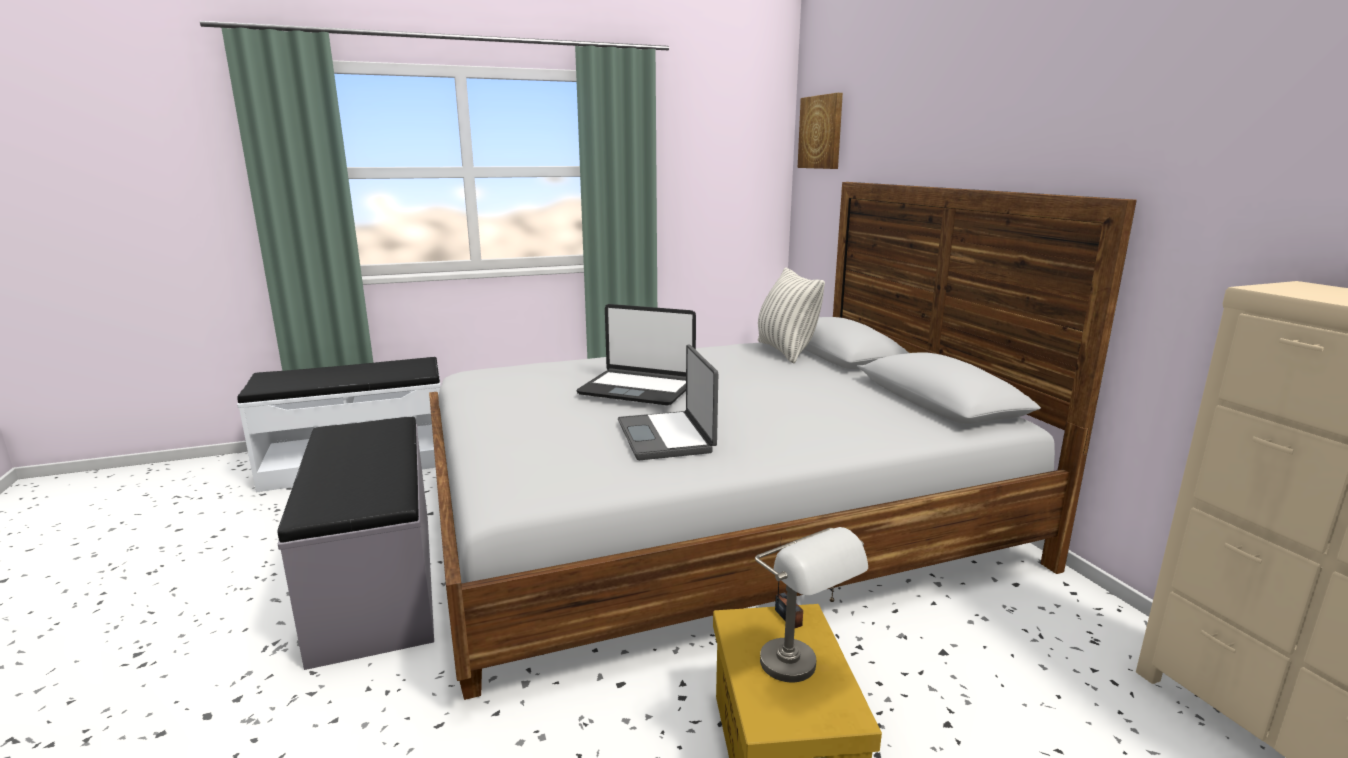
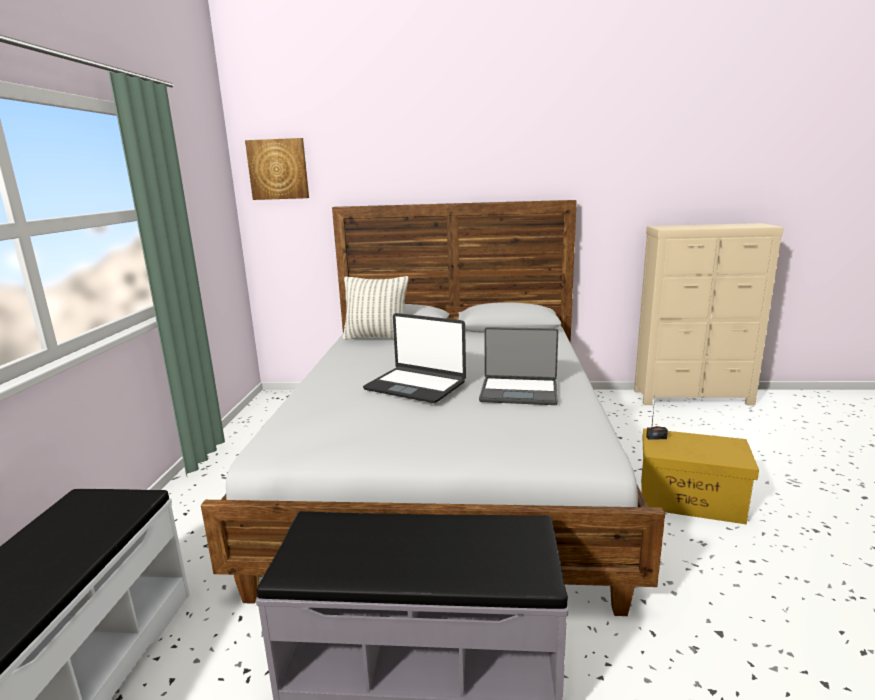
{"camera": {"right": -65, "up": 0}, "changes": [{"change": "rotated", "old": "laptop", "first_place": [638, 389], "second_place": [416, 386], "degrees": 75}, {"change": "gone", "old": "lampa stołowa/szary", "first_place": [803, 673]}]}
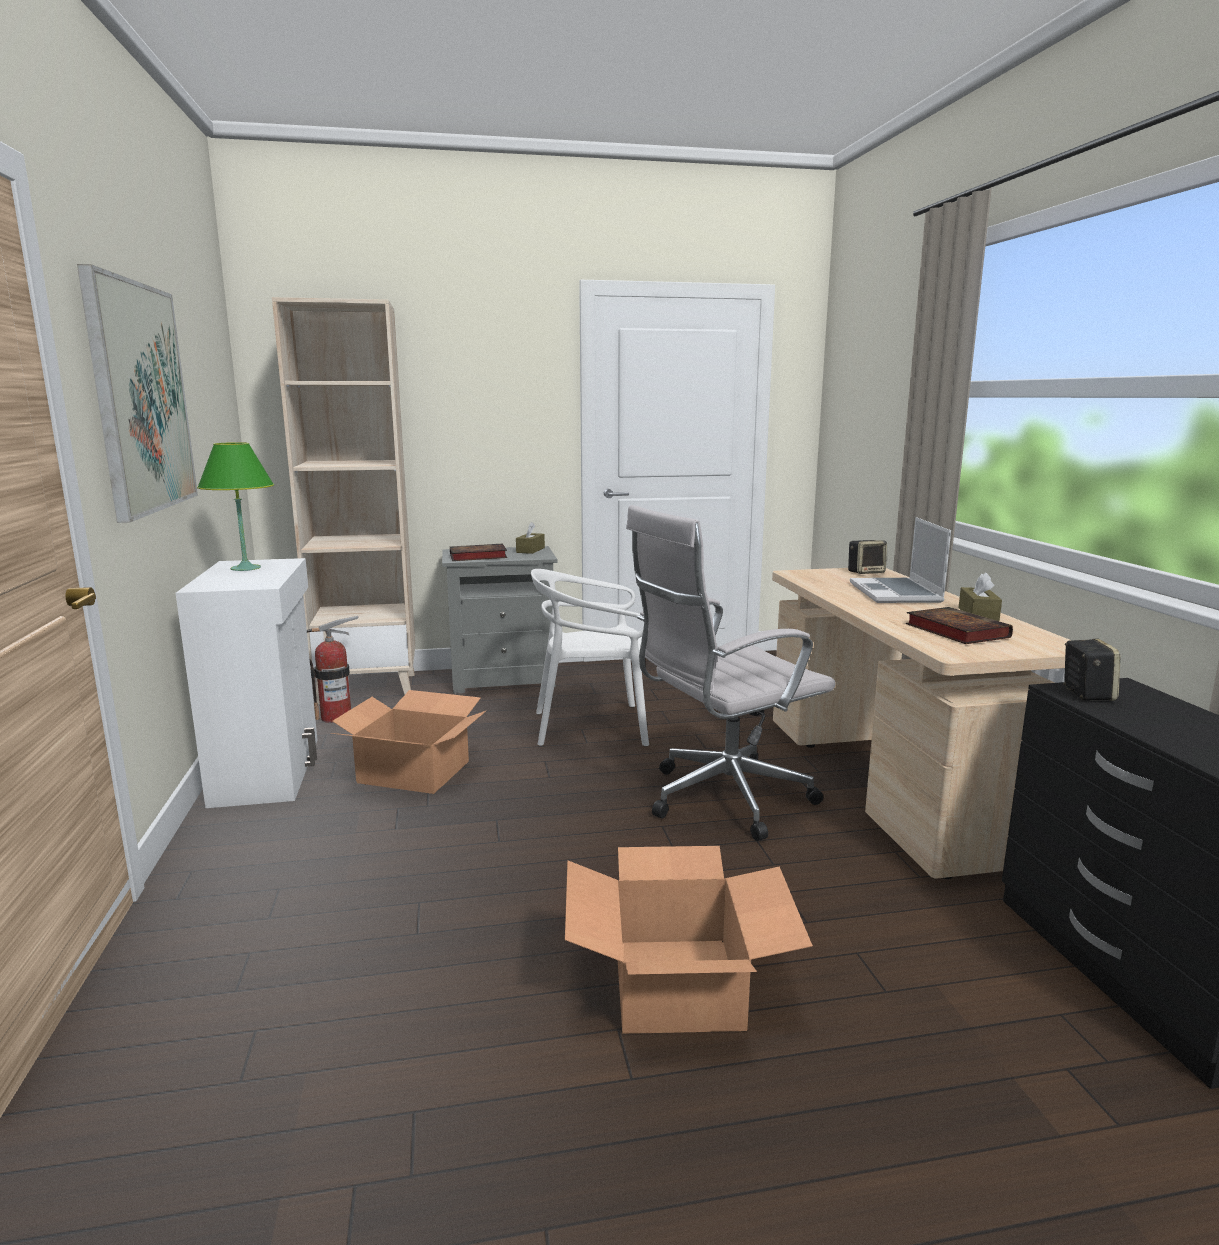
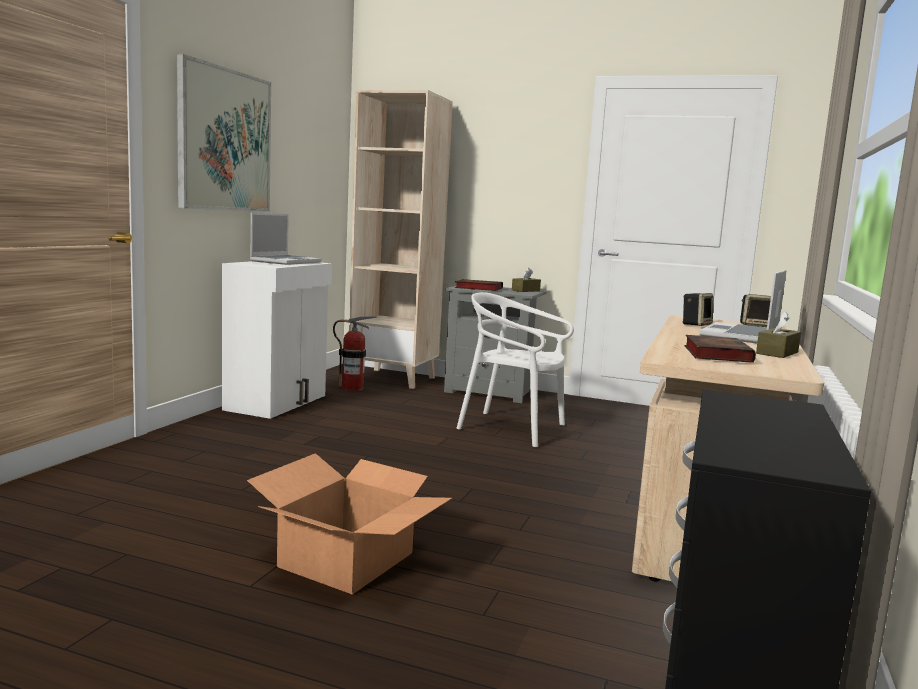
{"camera": {"right": 30, "up": -5}, "changes": [{"change": "swapped", "old": "lampa stołowa/zielony", "new": "laptop", "first_place": [245, 568], "second_place": [286, 261]}, {"change": "gone", "old": "krzesło biurowe/biały", "first_place": [721, 799]}, {"change": "shifted", "old": "głośnik", "first_place": [1085, 694], "second_place": [696, 324]}, {"change": "gone", "old": "karton", "first_place": [414, 771]}]}
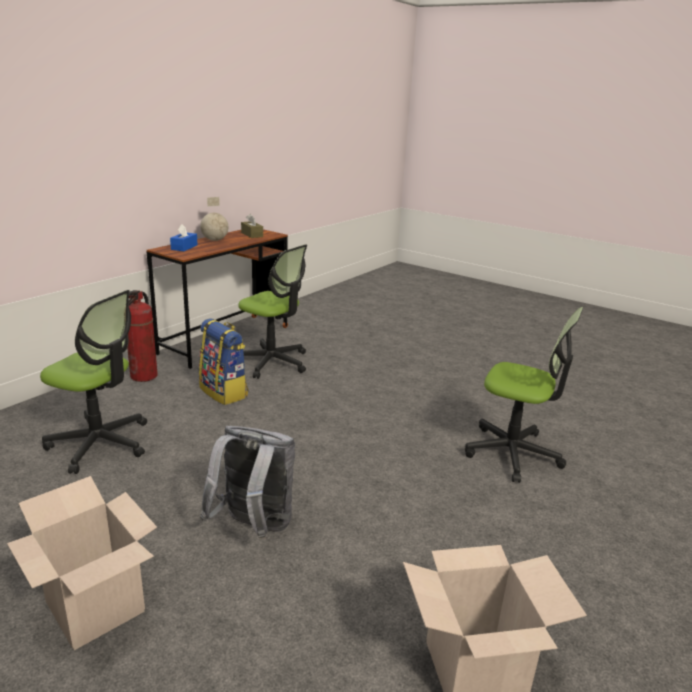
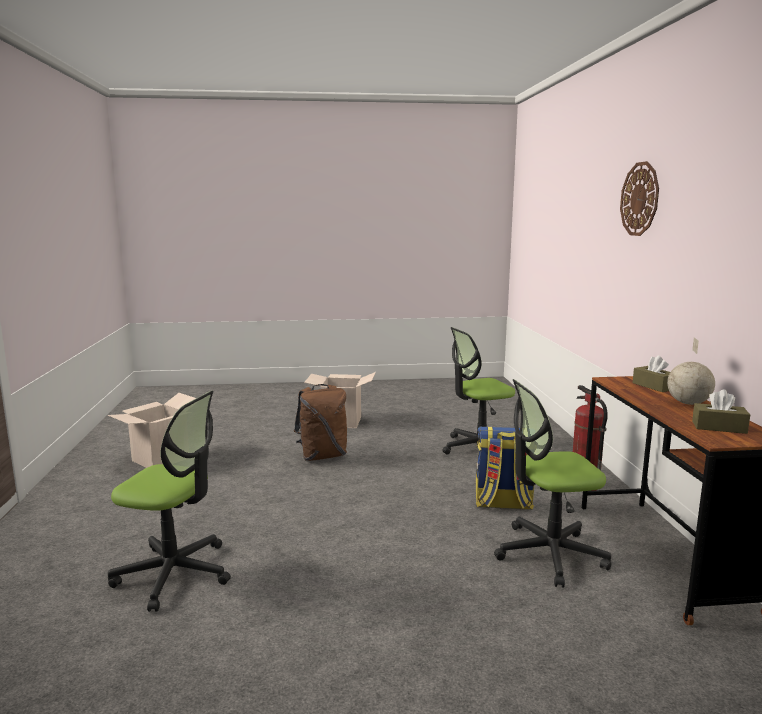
{"camera": {"right": 140, "up": -10}, "changes": [{"change": "repainted", "old": "pudełko chusteczek/niebieski", "new": "pudełko chusteczek/brązowy", "first_place": [184, 247], "second_place": [653, 386]}, {"change": "rotated", "old": "krzesło biurowe", "first_place": [512, 453], "second_place": [174, 573], "degrees": -150}, {"change": "repainted", "old": "plecak/szary", "new": "plecak/brązowy", "first_place": [253, 528], "second_place": [322, 456]}, {"change": "new", "new": "zegar ścienny", "second_place": [640, 199]}]}
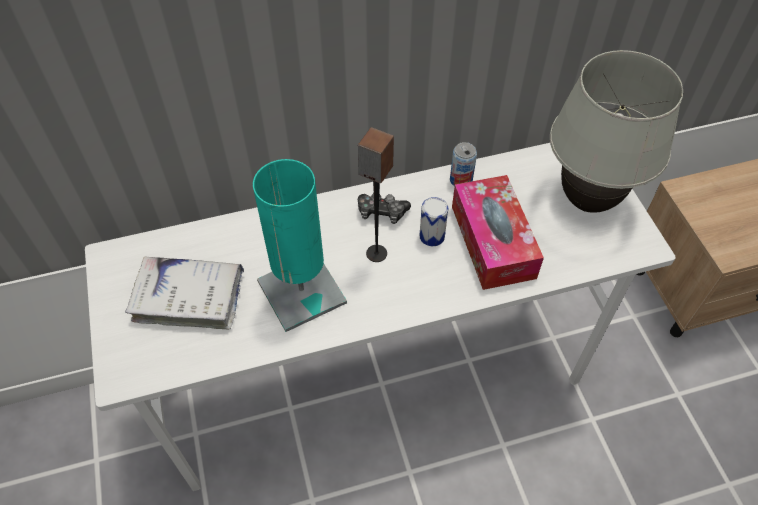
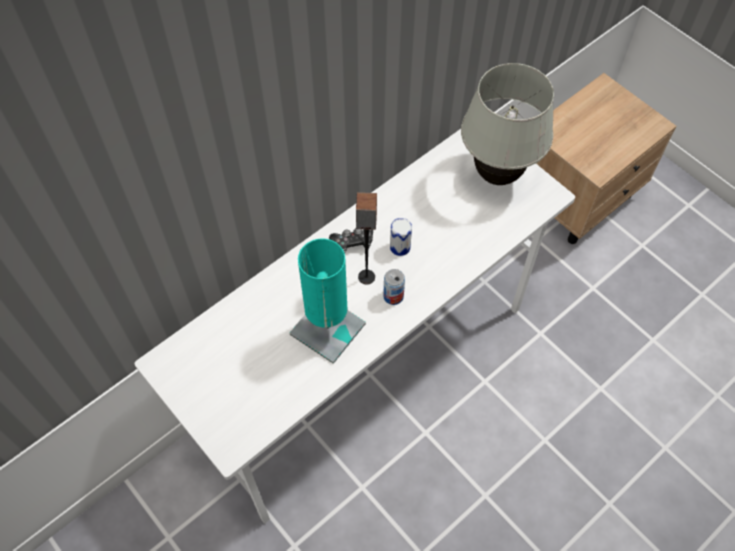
{"camera": {"right": -25, "up": 5}, "changes": [{"change": "shifted", "old": "puszka", "first_place": [461, 180], "second_place": [393, 296]}, {"change": "gone", "old": "pudełko chusteczek", "first_place": [492, 241]}, {"change": "gone", "old": "książka/biały", "first_place": [189, 298]}]}
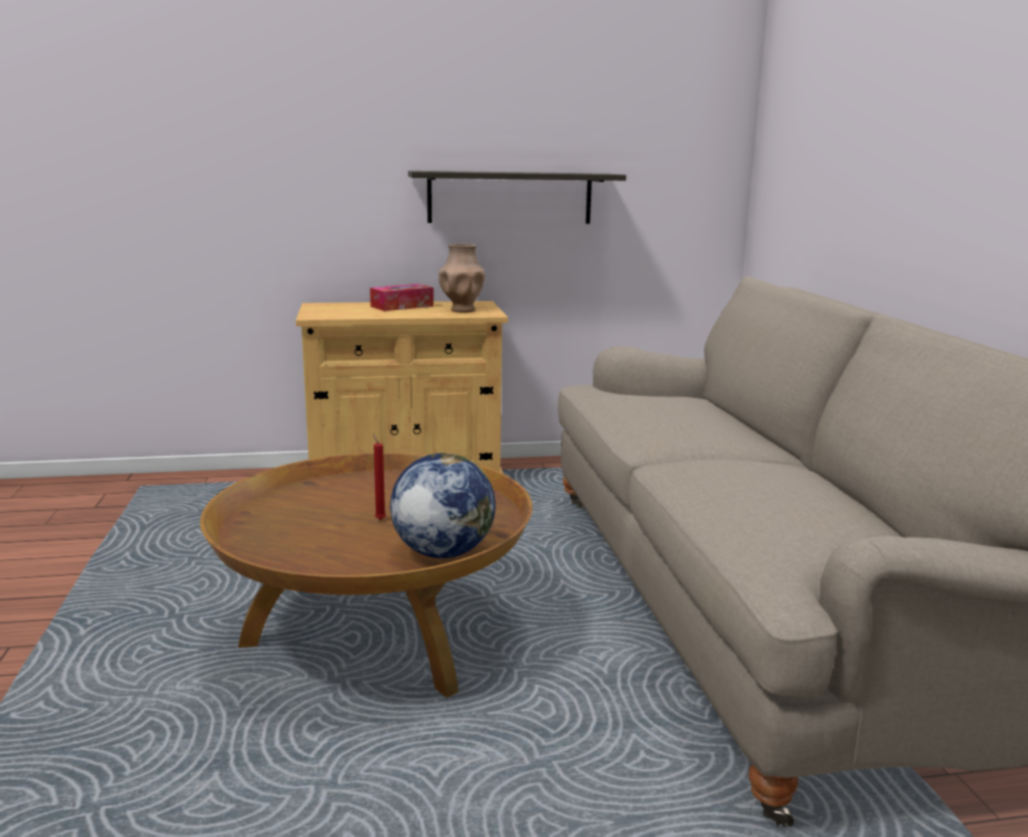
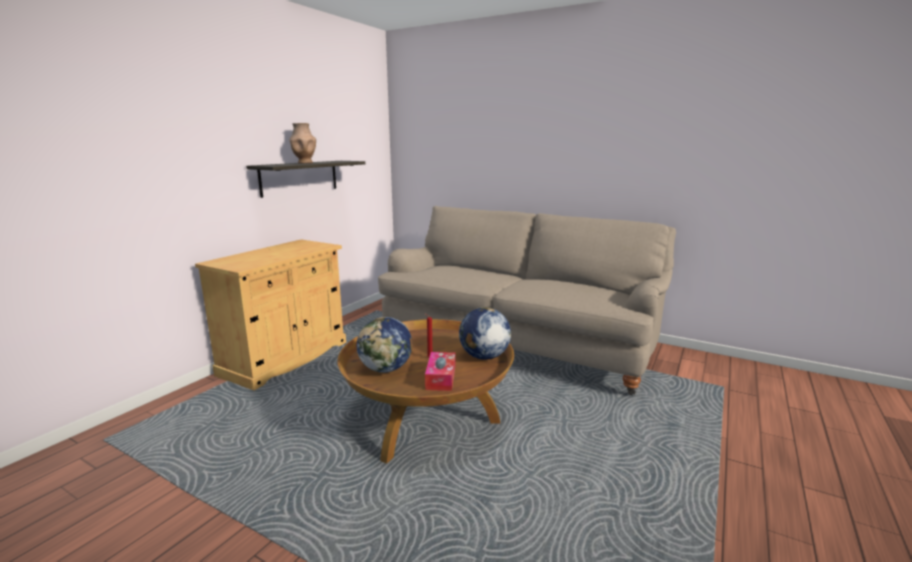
{"camera": {"right": -50, "up": 0}, "changes": [{"change": "shifted", "old": "wazon/brązowy", "first_place": [462, 310], "second_place": [304, 163]}, {"change": "shifted", "old": "pudełko chusteczek", "first_place": [402, 306], "second_place": [441, 378]}, {"change": "new", "new": "globus", "second_place": [386, 369]}]}
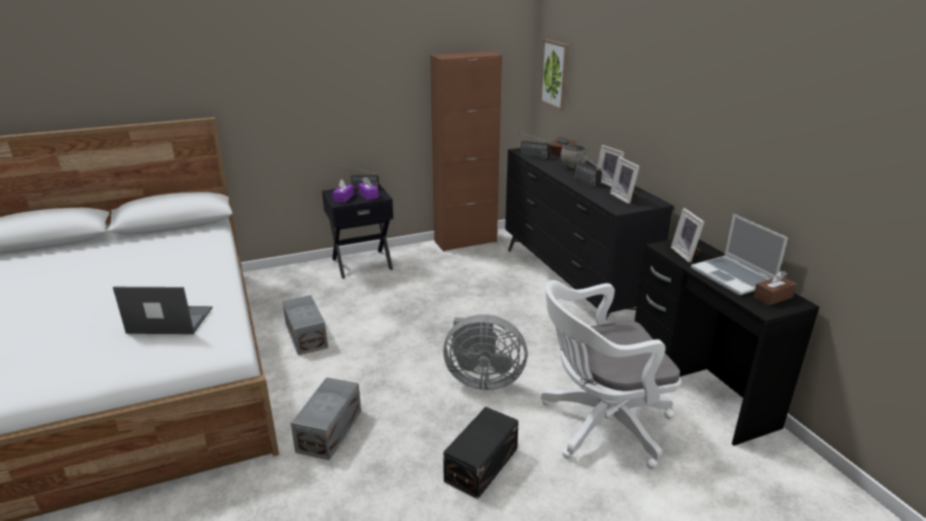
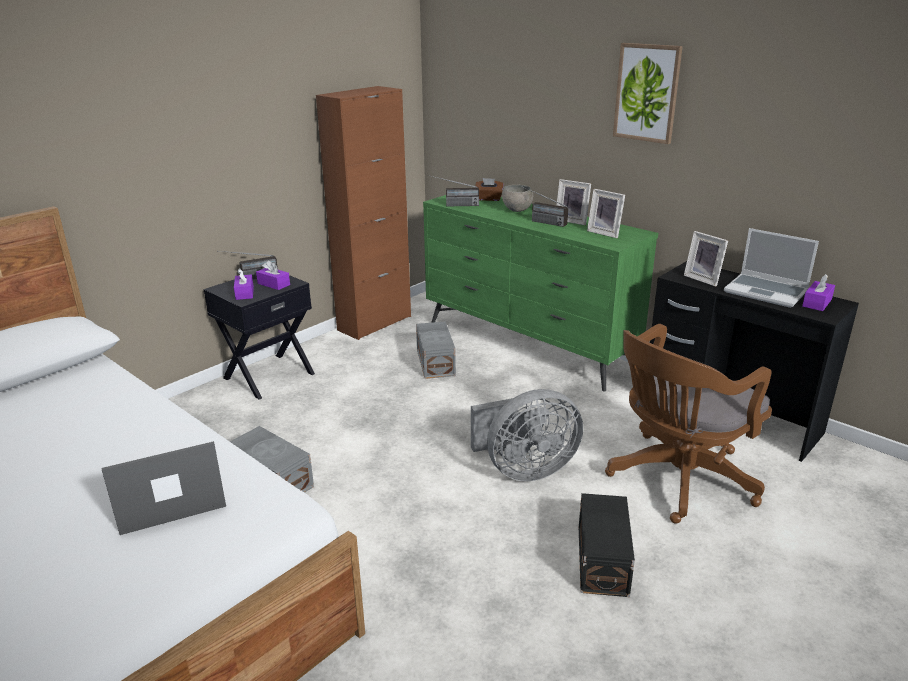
{"camera": {"right": -25, "up": 0}, "changes": [{"change": "shifted", "old": "obraz", "first_place": [555, 74], "second_place": [647, 93]}, {"change": "repainted", "old": "komoda/czarny", "new": "komoda/zielony", "first_place": [570, 284], "second_place": [527, 345]}, {"change": "repainted", "old": "pudełko chusteczek/brązowy", "new": "pudełko chusteczek/fioletowy", "first_place": [773, 297], "second_place": [817, 303]}, {"change": "repainted", "old": "krzesło biurowe/biały", "new": "krzesło biurowe/brązowy", "first_place": [599, 425], "second_place": [676, 480]}, {"change": "shifted", "old": "pojemnik do przechowywania/szary", "first_place": [331, 430], "second_place": [436, 362]}]}
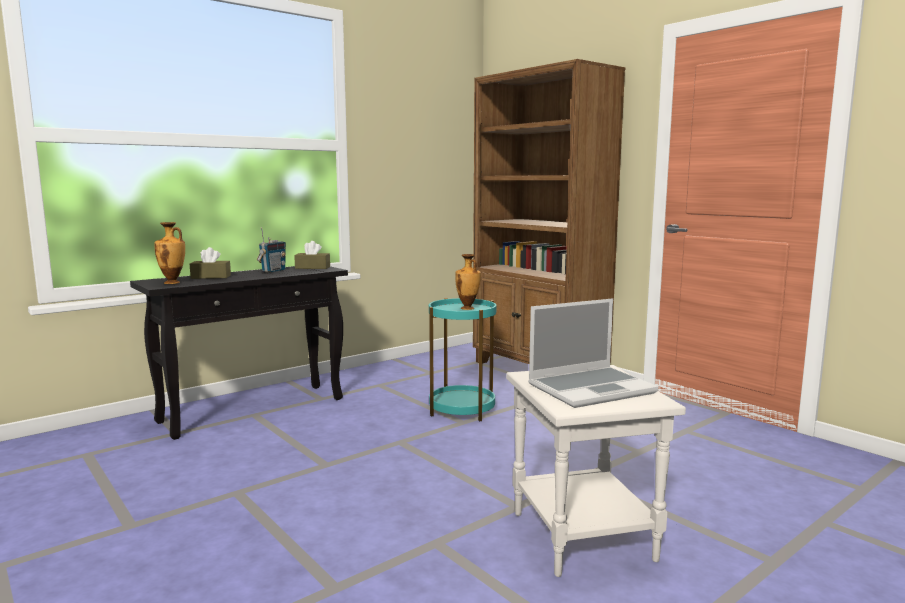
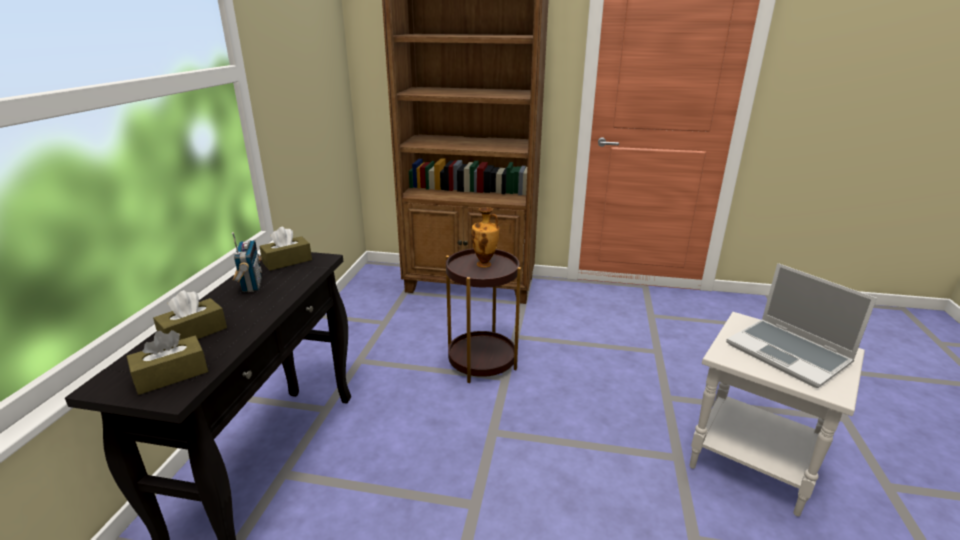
{"camera": {"right": -40, "up": 15}, "changes": [{"change": "swapped", "old": "wazon", "new": "pudełko chusteczek/brązowy", "first_place": [173, 283], "second_place": [171, 375]}, {"change": "repainted", "old": "stolik/turkusowy", "new": "stolik/brązowy", "first_place": [462, 409], "second_place": [482, 361]}, {"change": "rotated", "old": "laptop", "first_place": [591, 388], "second_place": [789, 354], "degrees": 120}]}
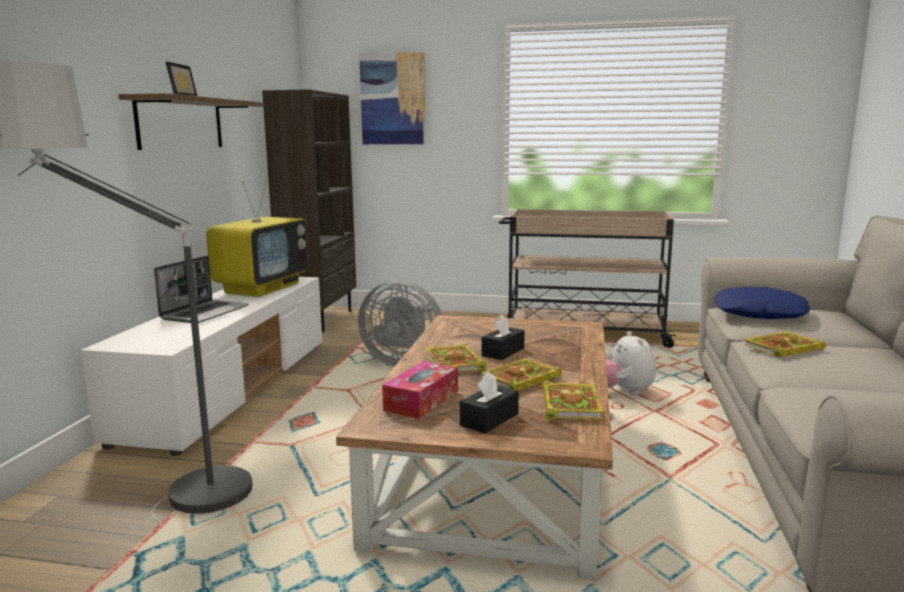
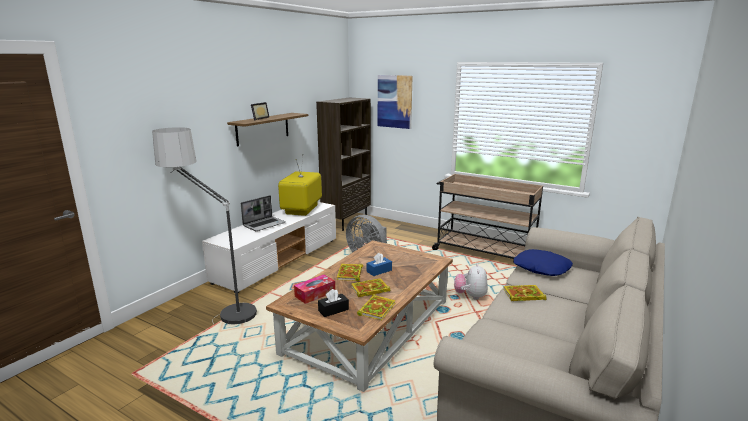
{"camera": {"right": 20, "up": 5}, "changes": [{"change": "rotated", "old": "telewizor", "first_place": [262, 288], "second_place": [302, 210], "degrees": 150}, {"change": "repainted", "old": "pudełko chusteczek/czarny", "new": "pudełko chusteczek/niebieski", "first_place": [503, 352], "second_place": [379, 271]}]}
